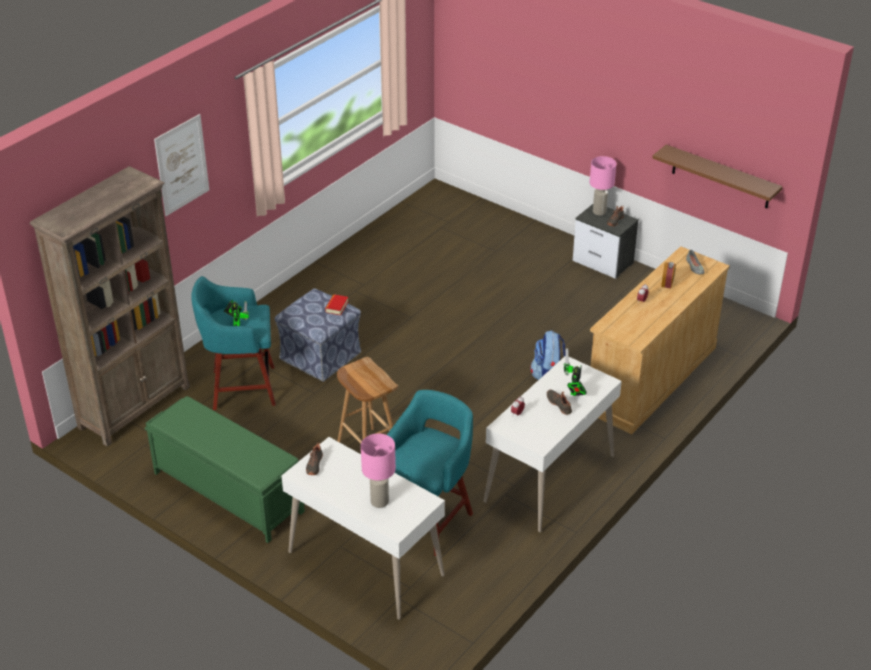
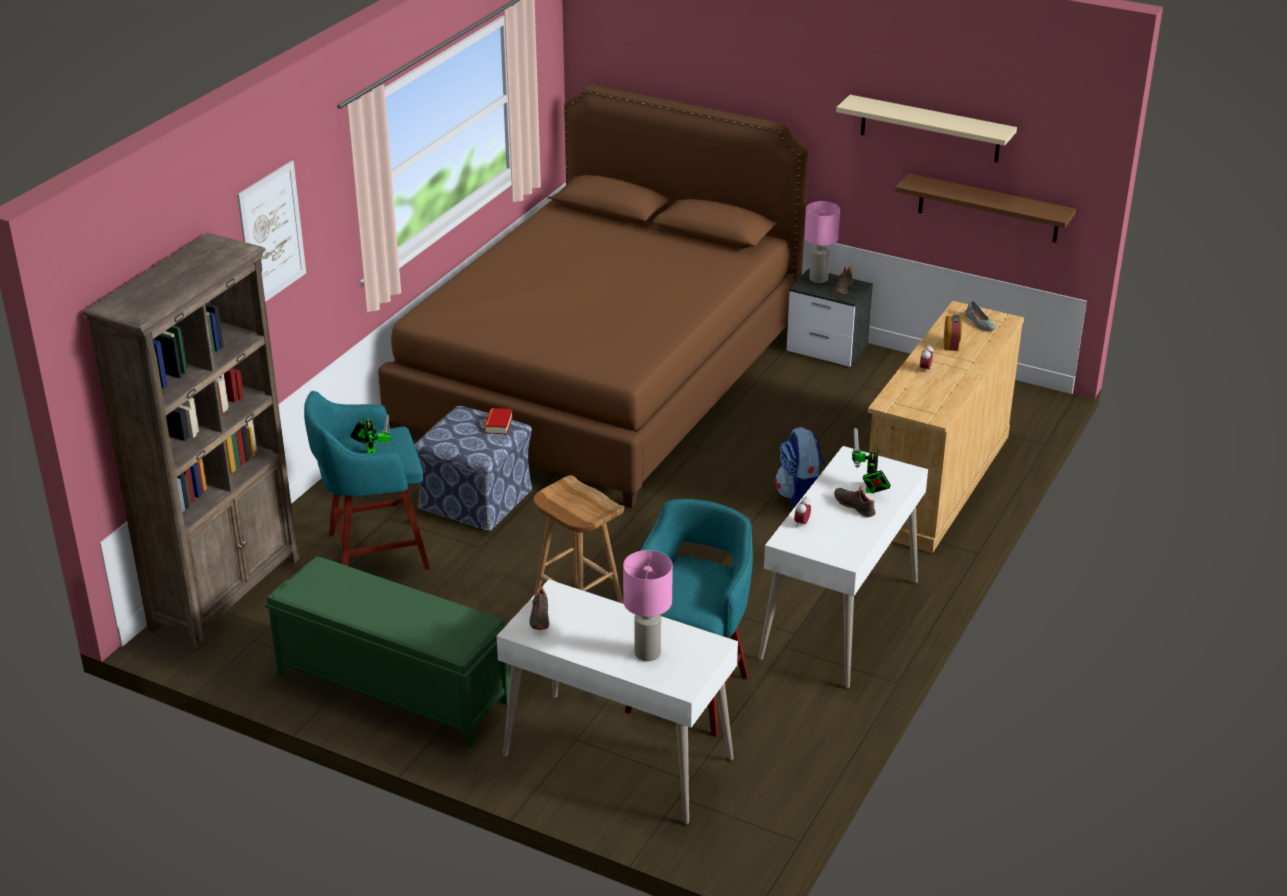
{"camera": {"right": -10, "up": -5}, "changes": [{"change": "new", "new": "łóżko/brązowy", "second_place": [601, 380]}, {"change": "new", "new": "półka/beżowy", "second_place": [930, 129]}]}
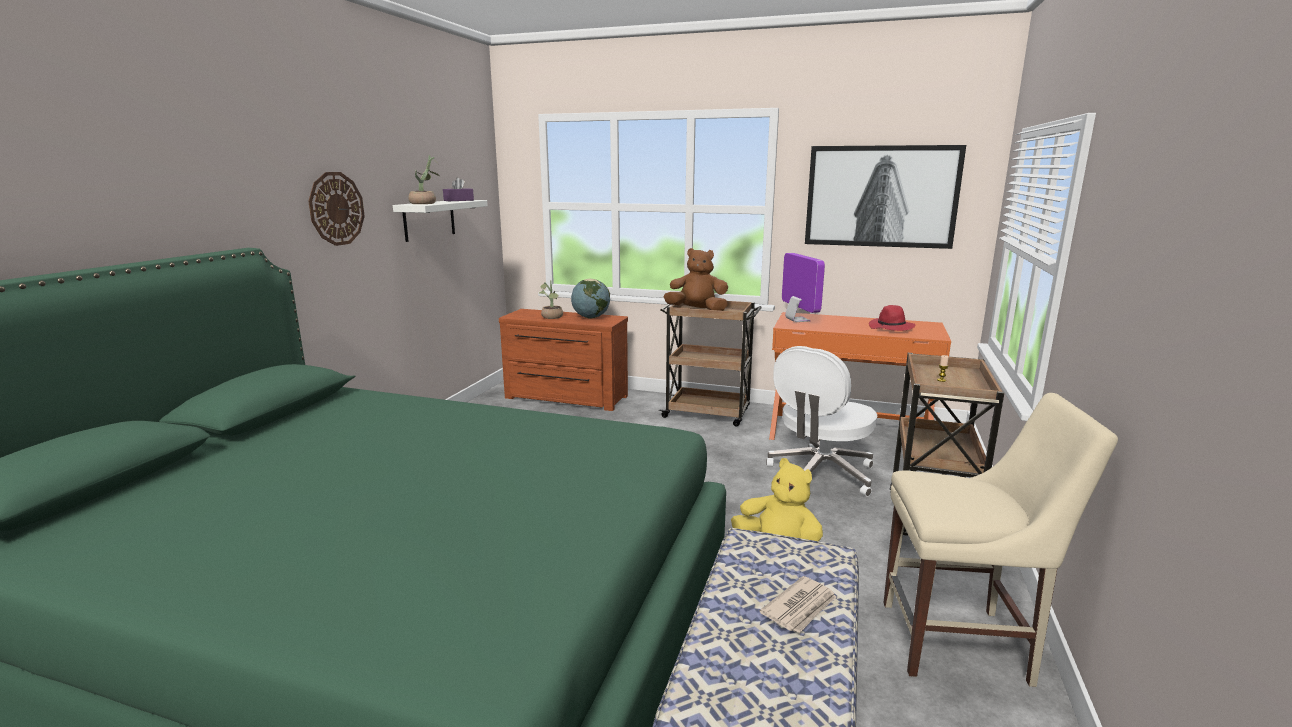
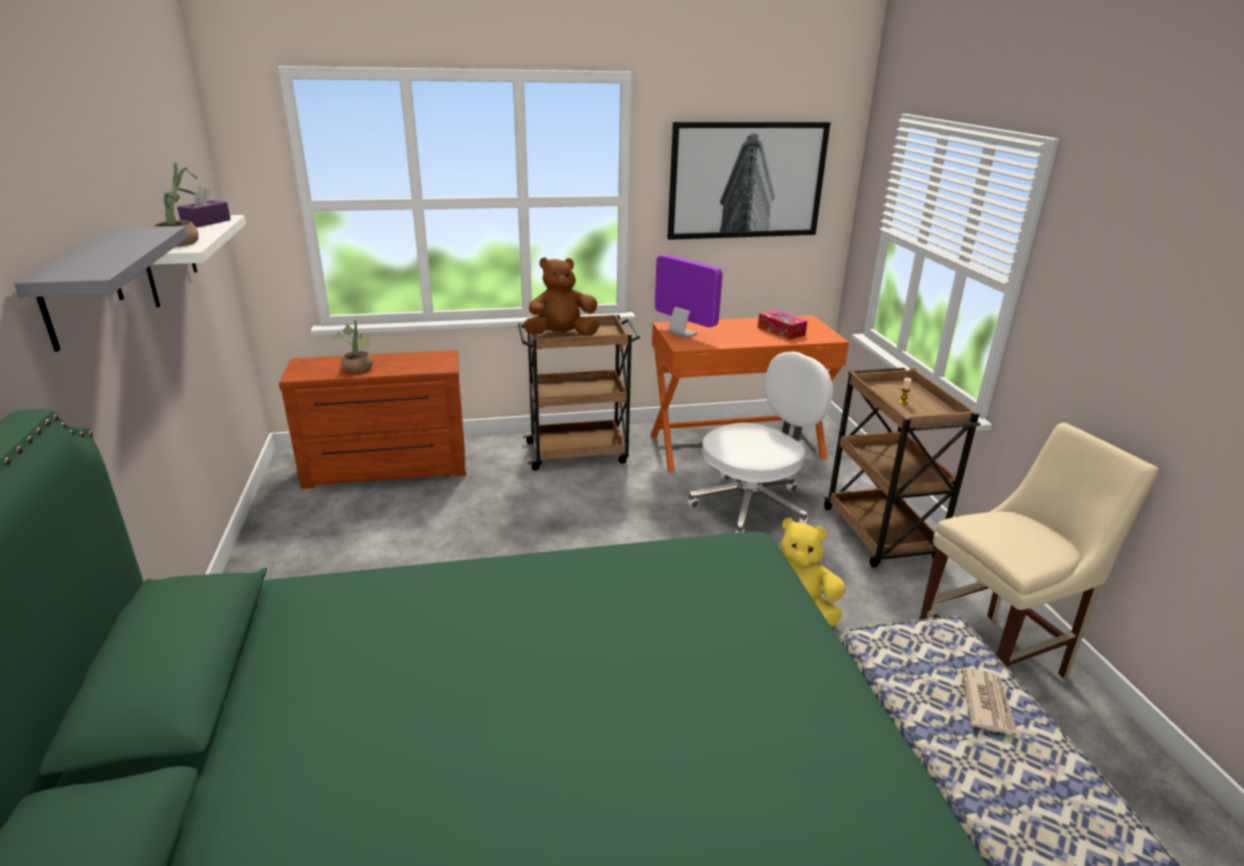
{"camera": {"right": -30, "up": 10}, "changes": [{"change": "swapped", "old": "zegar ścienny", "new": "półka/szary", "first_place": [336, 208], "second_place": [80, 287]}, {"change": "gone", "old": "globus", "first_place": [591, 317]}, {"change": "swapped", "old": "kapelusz/czerwony", "new": "pudełko chusteczek", "first_place": [891, 328], "second_place": [781, 331]}, {"change": "rotated", "old": "krzesło biurowe/biały", "first_place": [820, 474], "second_place": [752, 505], "degrees": -135}]}
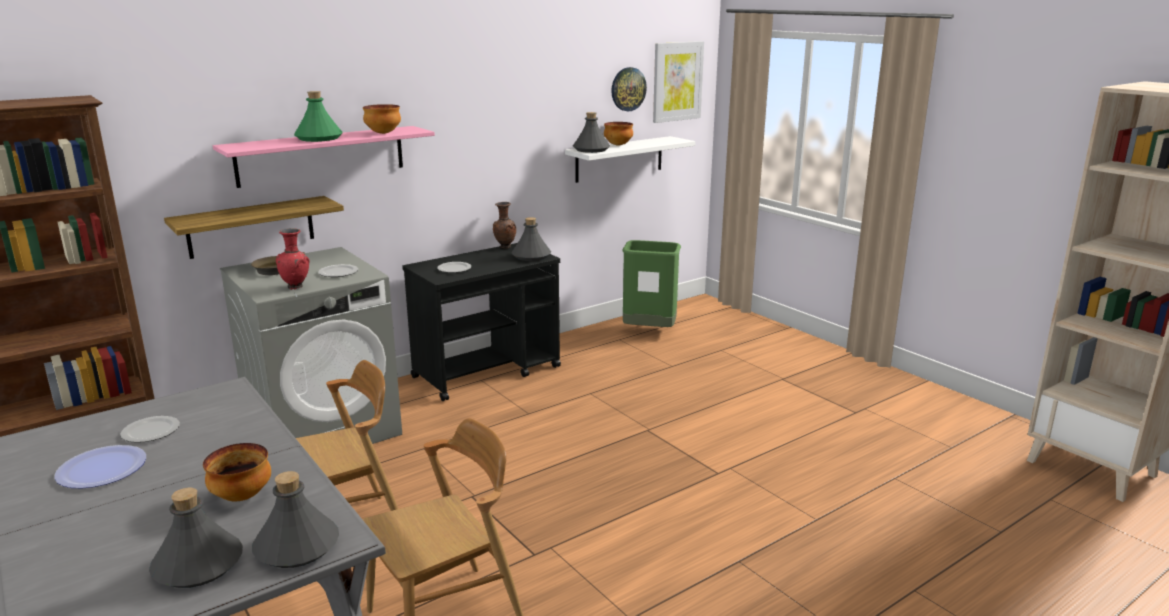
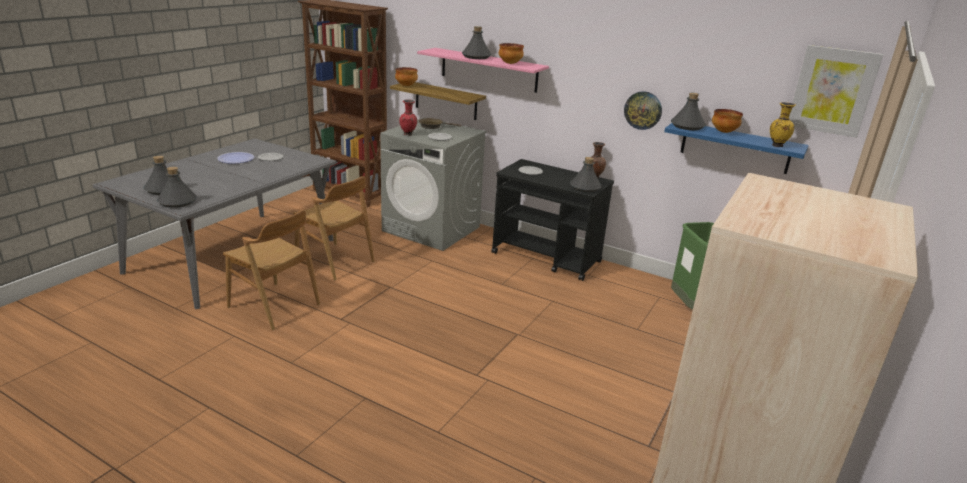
{"camera": {"right": 65, "up": 5}, "changes": [{"change": "shifted", "old": "zegar ścienny", "first_place": [628, 89], "second_place": [643, 110]}, {"change": "repainted", "old": "butelka/zielony", "new": "butelka/szary", "first_place": [318, 138], "second_place": [476, 57]}, {"change": "repainted", "old": "półka/biały", "new": "półka/niebieski", "first_place": [619, 159], "second_place": [735, 147]}, {"change": "shifted", "old": "miska", "first_place": [243, 496], "second_place": [406, 86]}, {"change": "new", "new": "wazon/żółty", "second_place": [776, 145]}]}
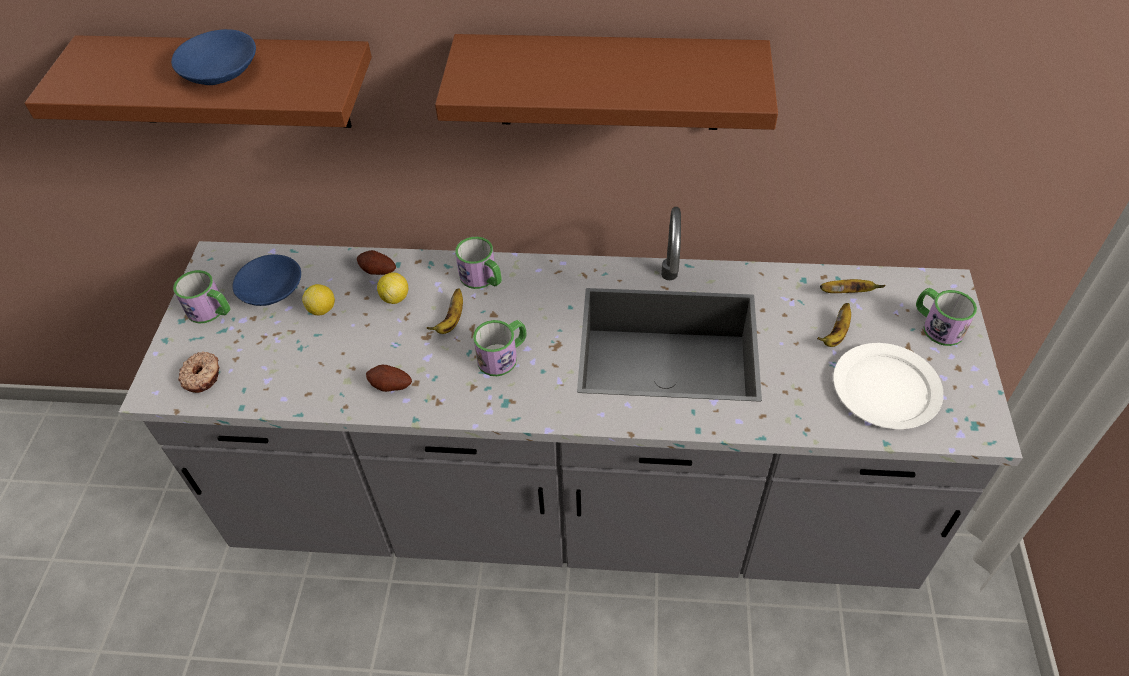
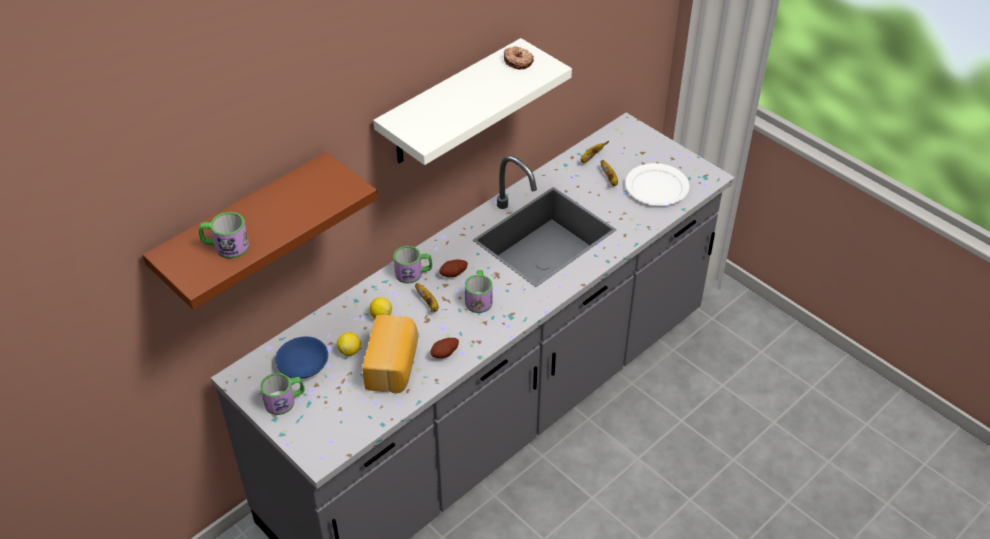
{"camera": {"right": -50, "up": -5}, "changes": [{"change": "gone", "old": "miska/niebieski", "first_place": [219, 72]}, {"change": "repainted", "old": "półka/brązowy", "new": "półka/biały", "first_place": [609, 82], "second_place": [450, 104]}, {"change": "shifted", "old": "ziemniak", "first_place": [378, 272], "second_place": [454, 274]}, {"change": "shifted", "old": "kubek", "first_place": [937, 326], "second_place": [226, 246]}, {"change": "shifted", "old": "donut", "first_place": [203, 376], "second_place": [518, 61]}, {"change": "new", "new": "chleb", "second_place": [393, 365]}]}
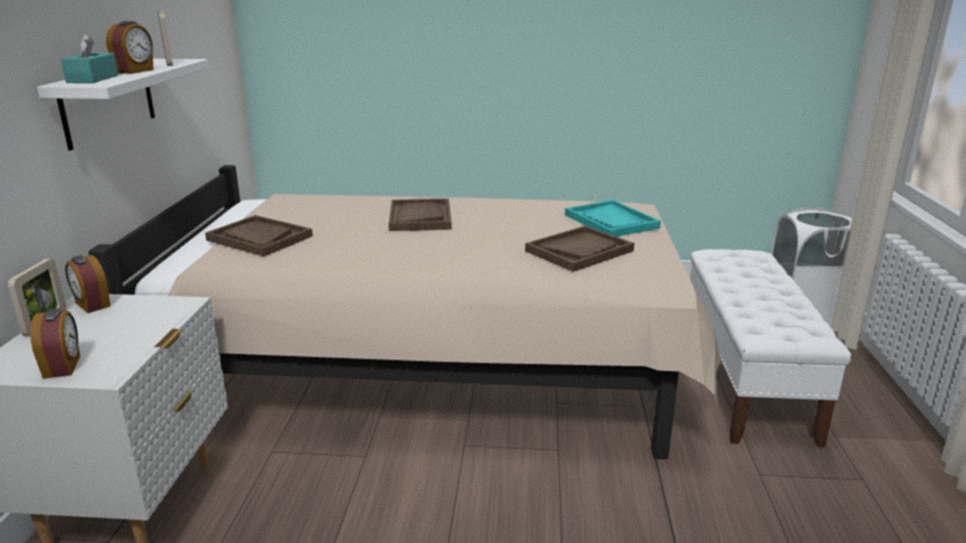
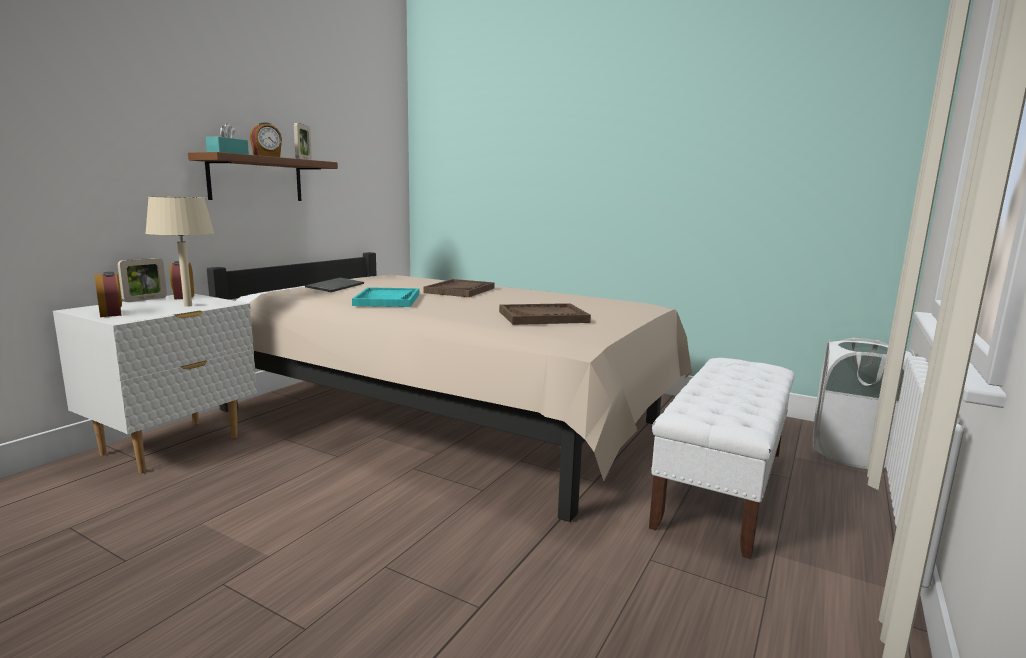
{"camera": {"right": 25, "up": -10}, "changes": [{"change": "repainted", "old": "półka/biały", "new": "półka/brązowy", "first_place": [108, 102], "second_place": [256, 179]}, {"change": "shifted", "old": "taca/turkusowy", "first_place": [611, 221], "second_place": [387, 300]}, {"change": "swapped", "old": "taca/brązowy", "new": "klawiatura", "first_place": [259, 238], "second_place": [335, 286]}, {"change": "rotated", "old": "budzik", "first_place": [63, 367], "second_place": [111, 314], "degrees": -45}, {"change": "new", "new": "lampa stołowa/beżowy", "second_place": [187, 306]}]}
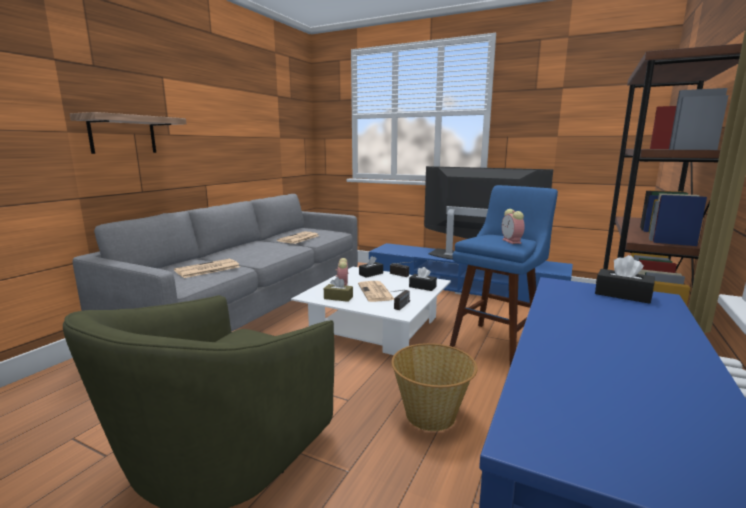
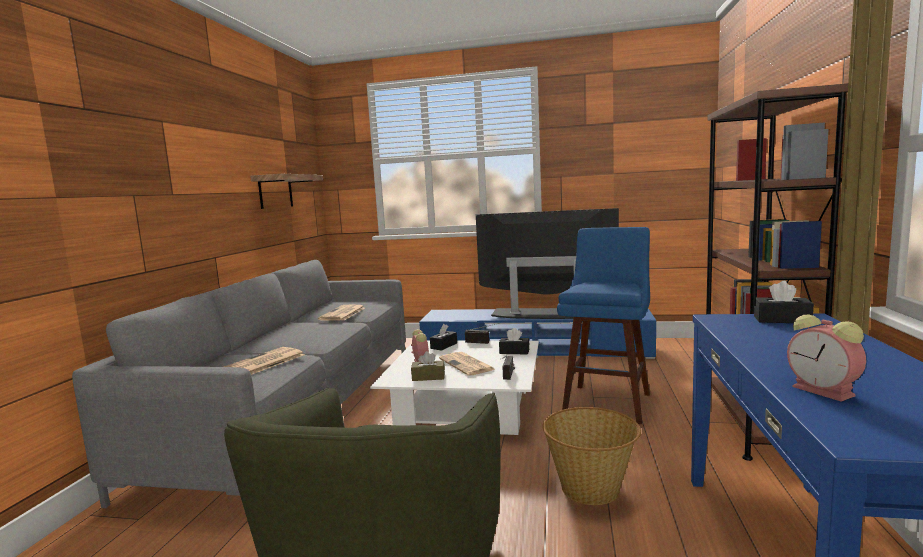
{"camera": {"right": -15, "up": -5}, "changes": [{"change": "shifted", "old": "półka", "first_place": [123, 135], "second_place": [275, 192]}, {"change": "shifted", "old": "budzik", "first_place": [512, 241], "second_place": [825, 391]}]}
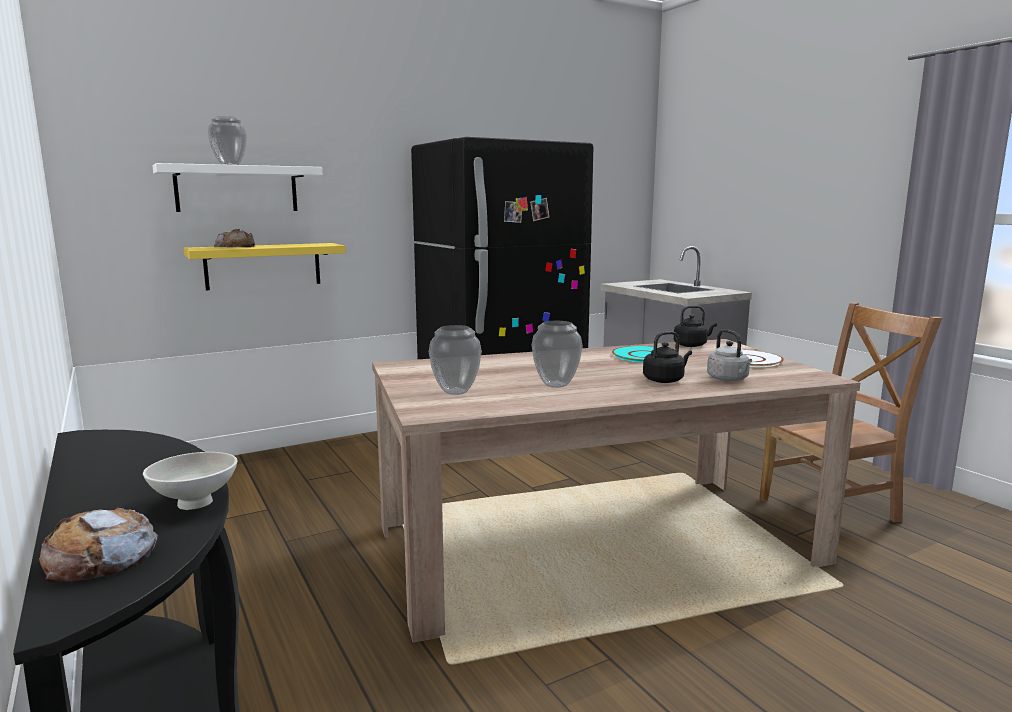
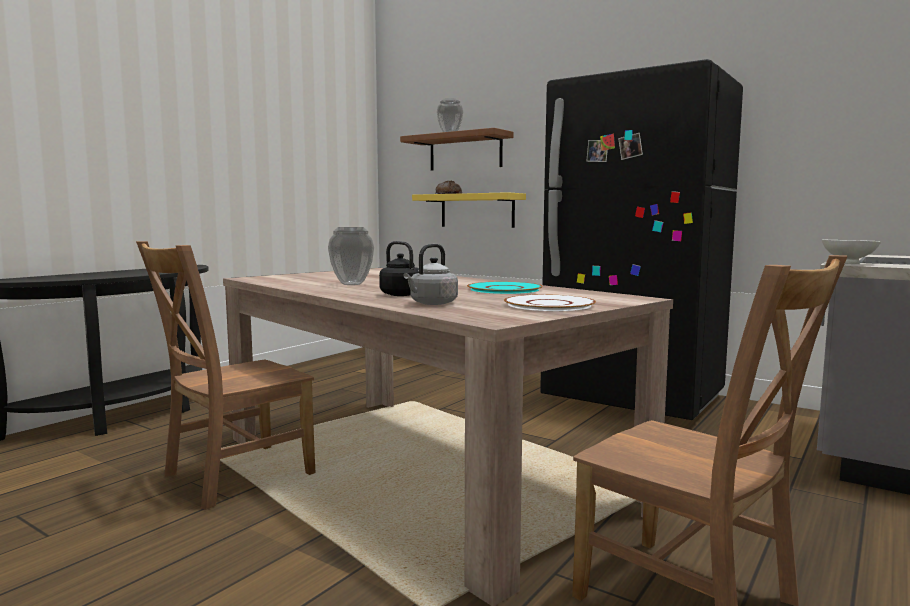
{"camera": {"right": 65, "up": -5}, "changes": [{"change": "repainted", "old": "półka/biały", "new": "półka/brązowy", "first_place": [237, 189], "second_place": [465, 152]}, {"change": "gone", "old": "czajnik/czarny", "first_place": [692, 345]}, {"change": "gone", "old": "wazon", "first_place": [456, 391]}, {"change": "shifted", "old": "miska/biały", "first_place": [193, 503], "second_place": [847, 263]}, {"change": "gone", "old": "chleb", "first_place": [101, 557]}, {"change": "new", "new": "krzesło/brązowy", "second_place": [233, 476]}]}
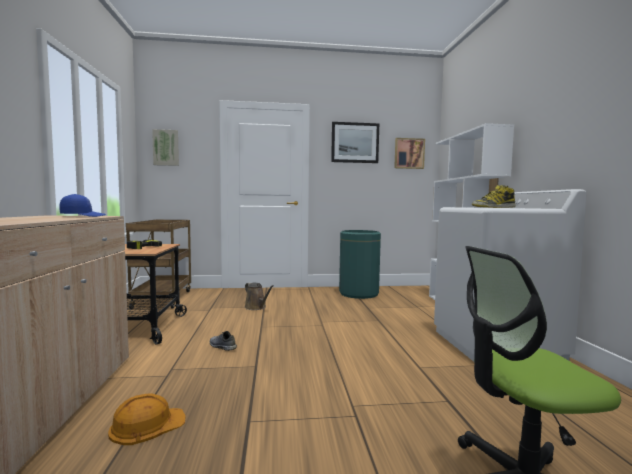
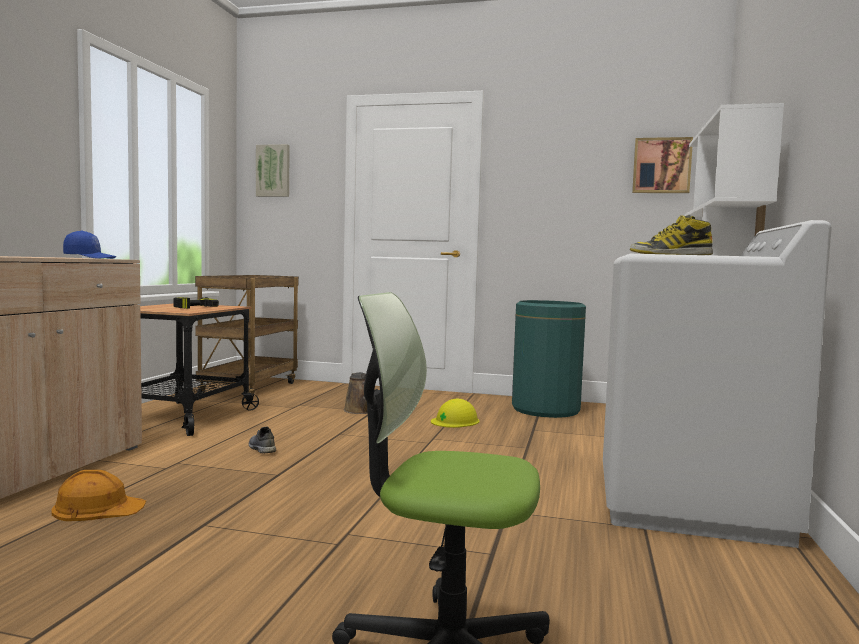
{"camera": {"right": 20, "up": 0}, "changes": [{"change": "gone", "old": "obraz", "first_place": [355, 143]}, {"change": "new", "new": "kask/żółty", "second_place": [455, 421]}]}
